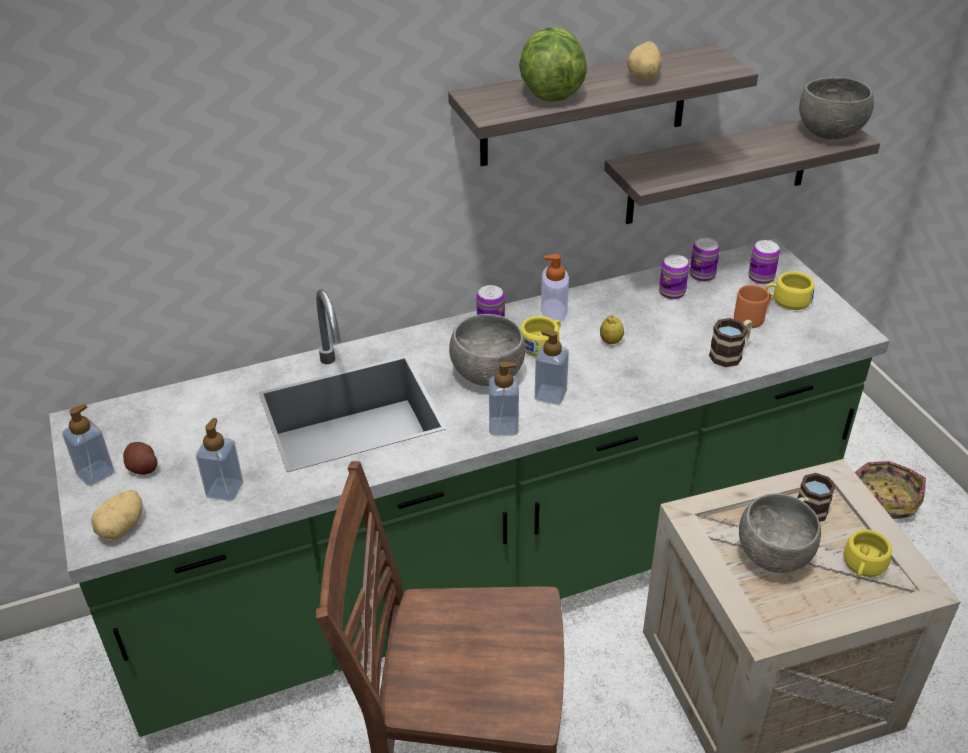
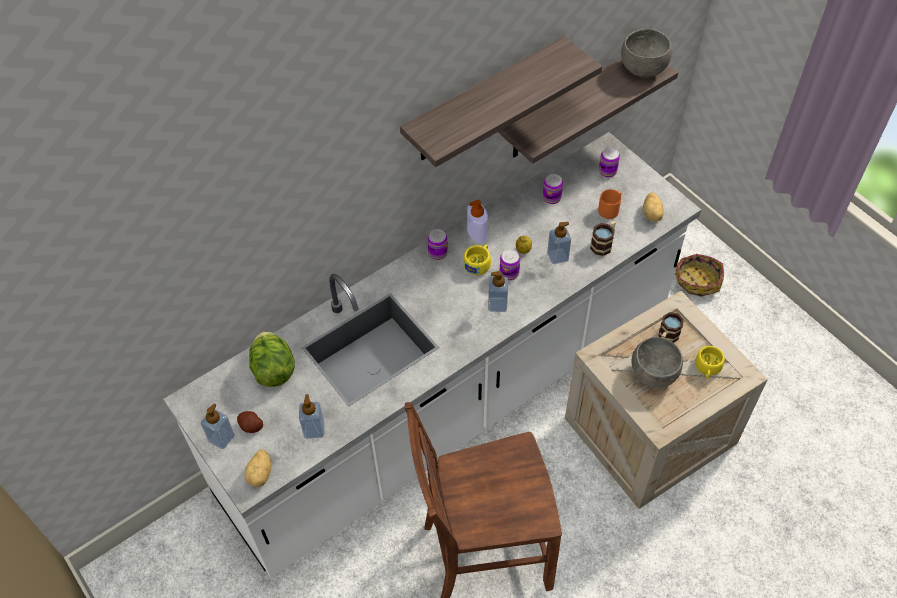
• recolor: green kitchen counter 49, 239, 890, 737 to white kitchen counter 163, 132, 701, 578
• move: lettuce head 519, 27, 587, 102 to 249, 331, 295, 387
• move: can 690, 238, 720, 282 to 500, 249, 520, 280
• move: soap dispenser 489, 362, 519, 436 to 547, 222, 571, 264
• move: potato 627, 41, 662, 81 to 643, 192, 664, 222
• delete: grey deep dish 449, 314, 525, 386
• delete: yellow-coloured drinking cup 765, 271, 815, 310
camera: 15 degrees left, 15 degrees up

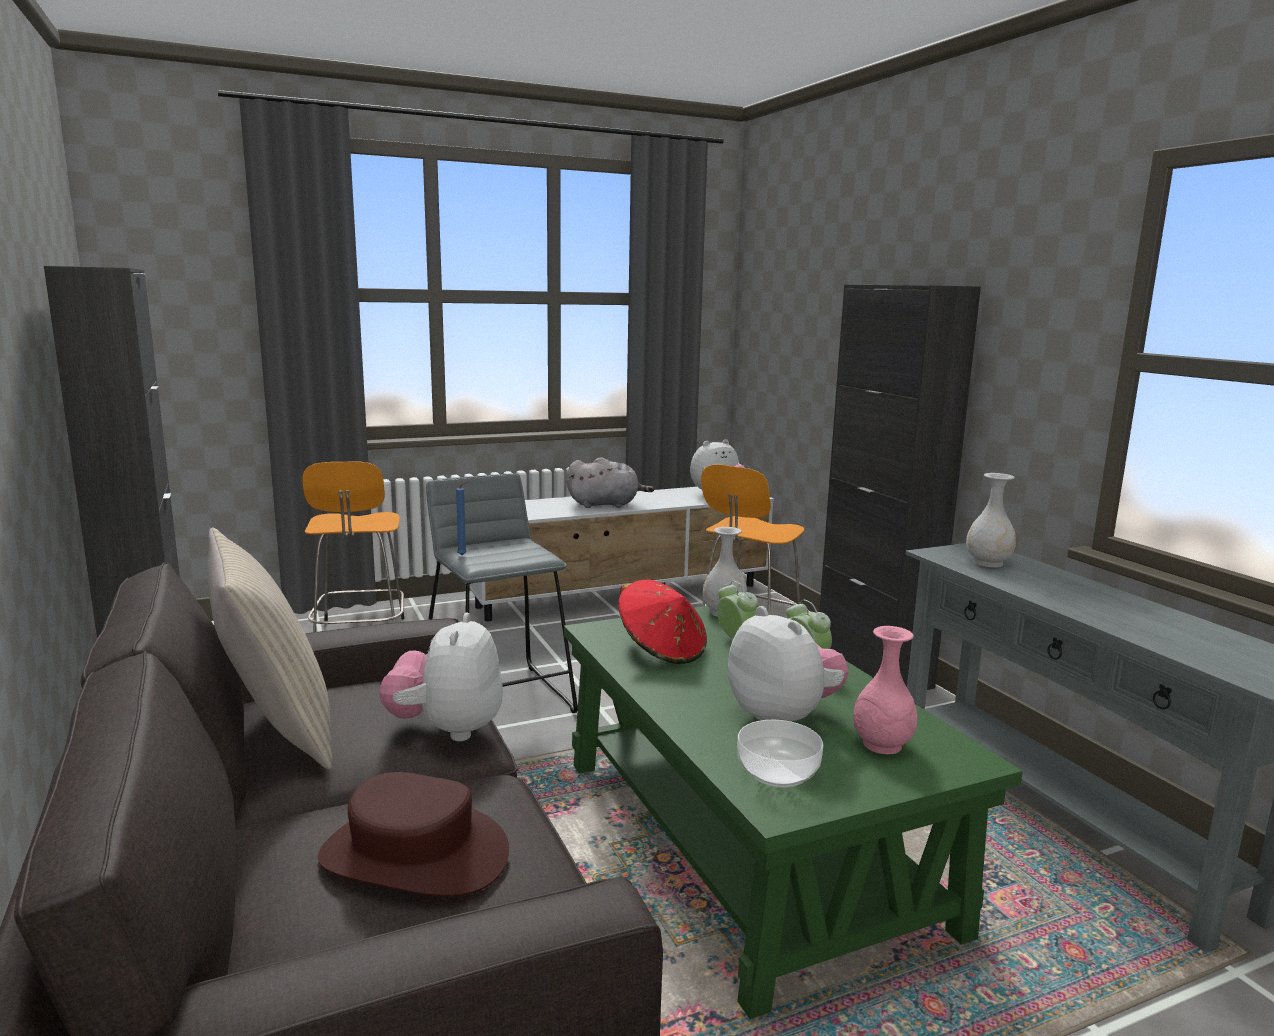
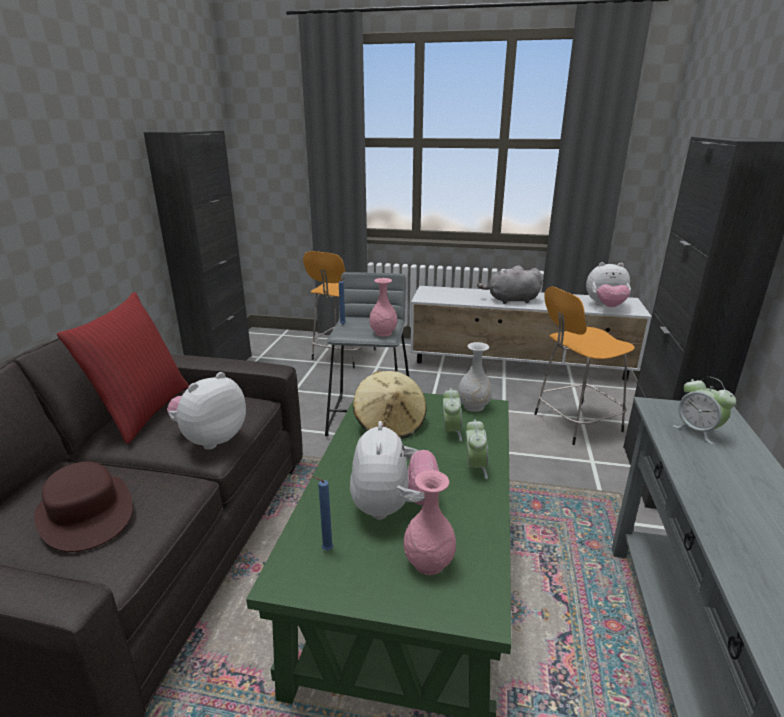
• recolor: sand-coloured cushion 207, 527, 333, 770 to red-coloured cushion 57, 292, 189, 444
• replace: deep dish 738, 720, 823, 788 to blue-coloured wax light 313, 476, 333, 550
• recolor: red-coloured clothing hat 618, 580, 707, 664 to sand-coloured clothing hat 353, 371, 427, 439
• insert: pink decorative vase 369, 278, 398, 336
• rotate: grey plush toy 566, 457, 654, 508 = 477, 265, 543, 304 150 degrees clockwise
• replace: white decorative vase 966, 473, 1016, 568 to bedside clock 673, 377, 736, 444
camera: 35 degrees right, 10 degrees up

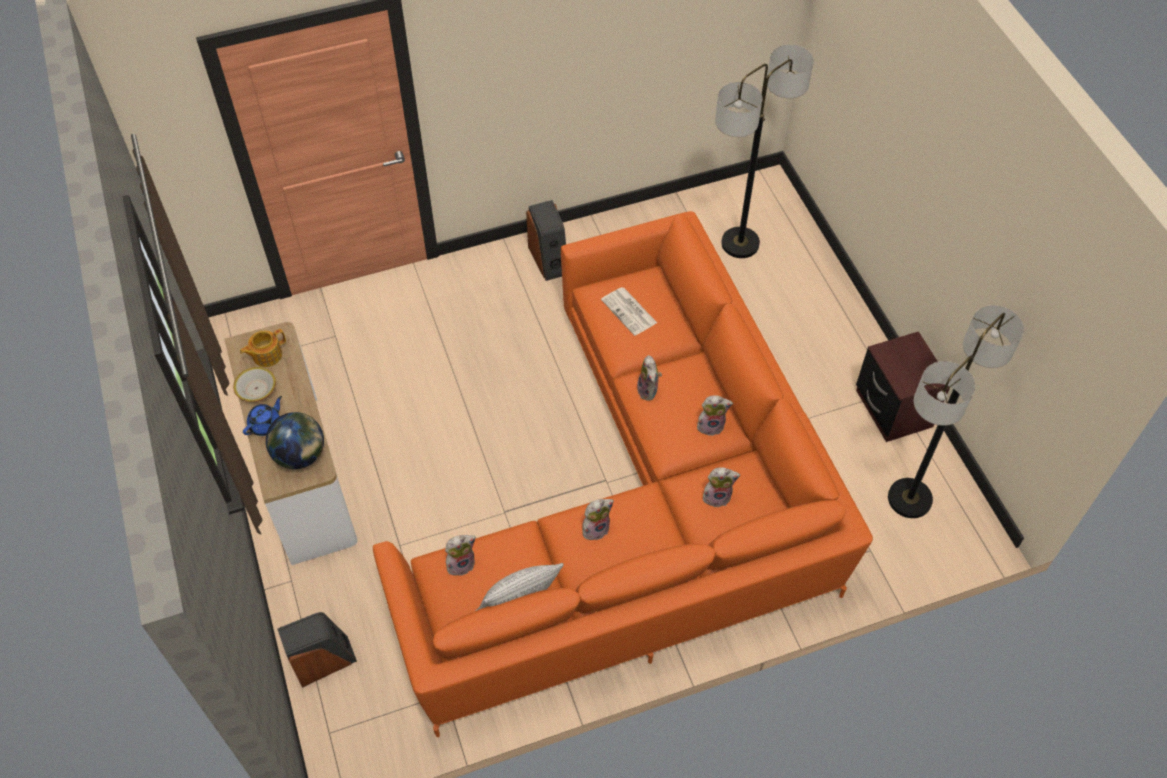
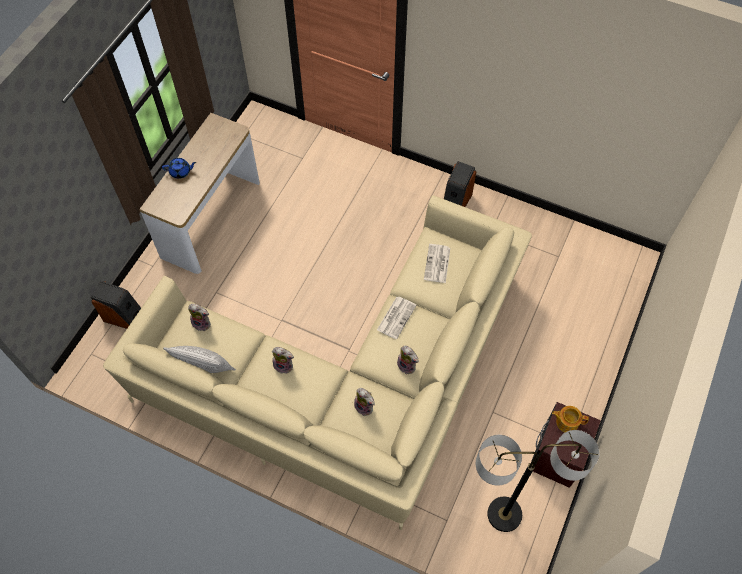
• recolor: orangey settee 373, 211, 873, 737 to sand-coloured settee 103, 195, 532, 530
• replace: plush toy 637, 355, 662, 401 to daily paper 377, 297, 417, 339
• move: pot for tea 240, 329, 286, 367 to 552, 406, 589, 432
• delete: deep dish 233, 367, 276, 402
• delete: globe 266, 412, 324, 469
• delete: floor lamp 715, 45, 814, 258
camera: 45 degrees right, 5 degrees up

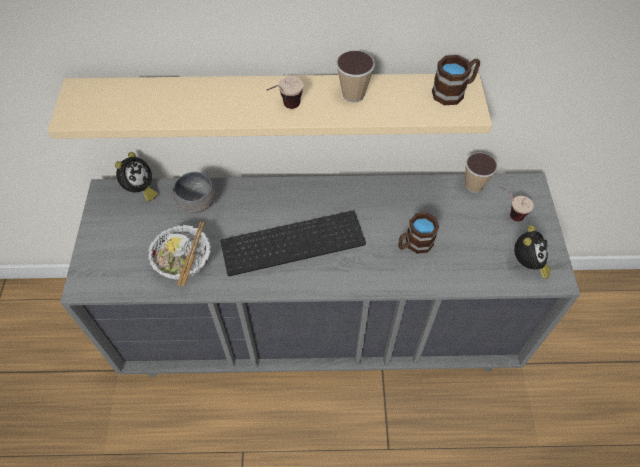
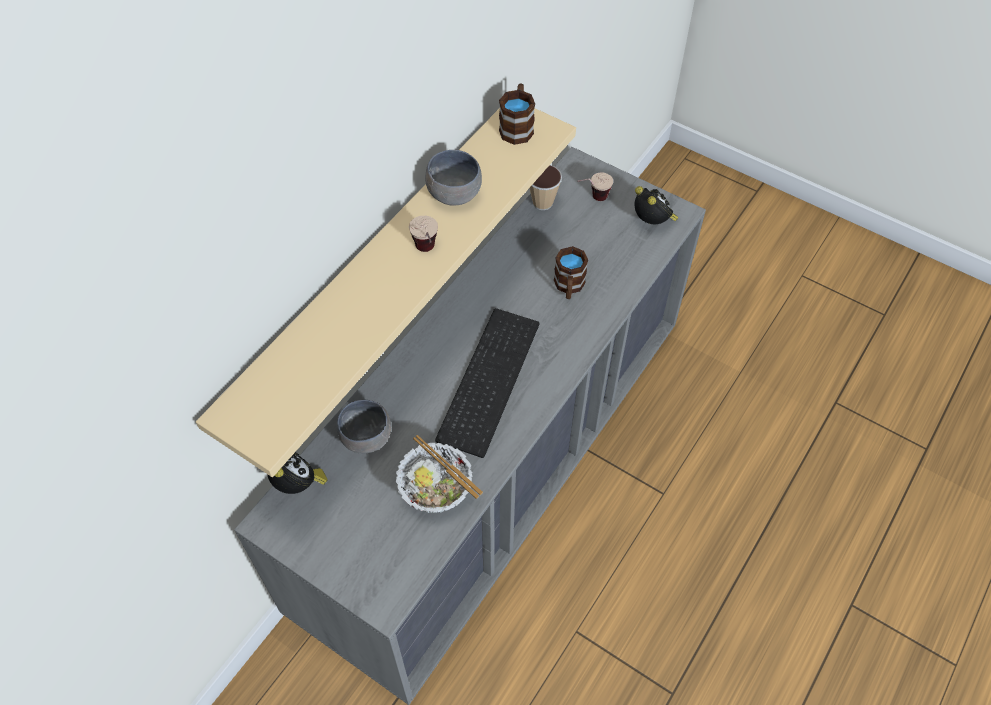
• replace: drinking cup 336, 51, 375, 102 to grey deep dish 425, 150, 482, 206
camera: 55 degrees left, 0 degrees up

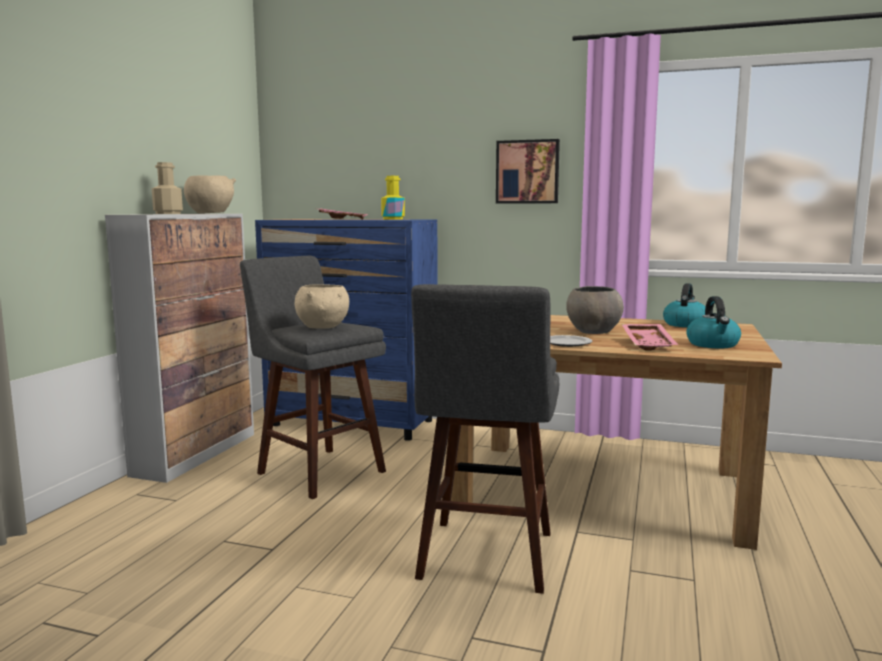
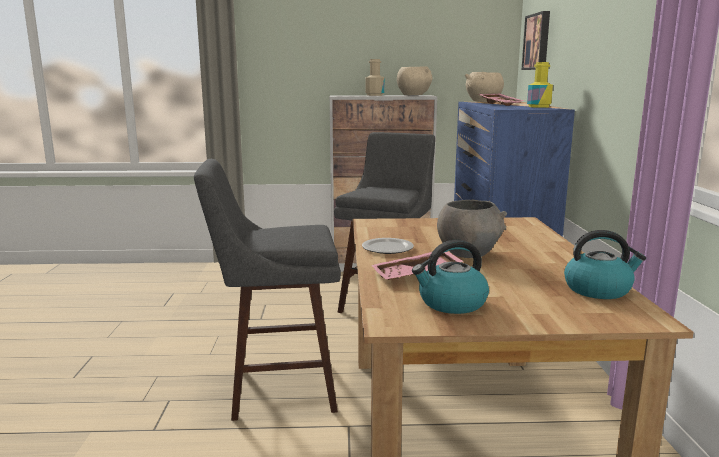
• move: sand-coloured deep dish 294, 284, 349, 329 to 465, 72, 504, 102
• move: wall picture 496, 139, 560, 204 to 522, 11, 550, 70
camera: 70 degrees right, 5 degrees up

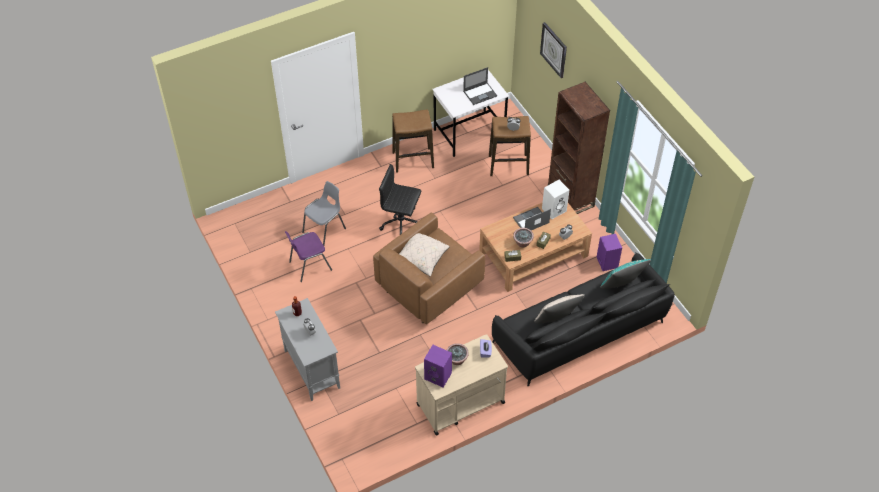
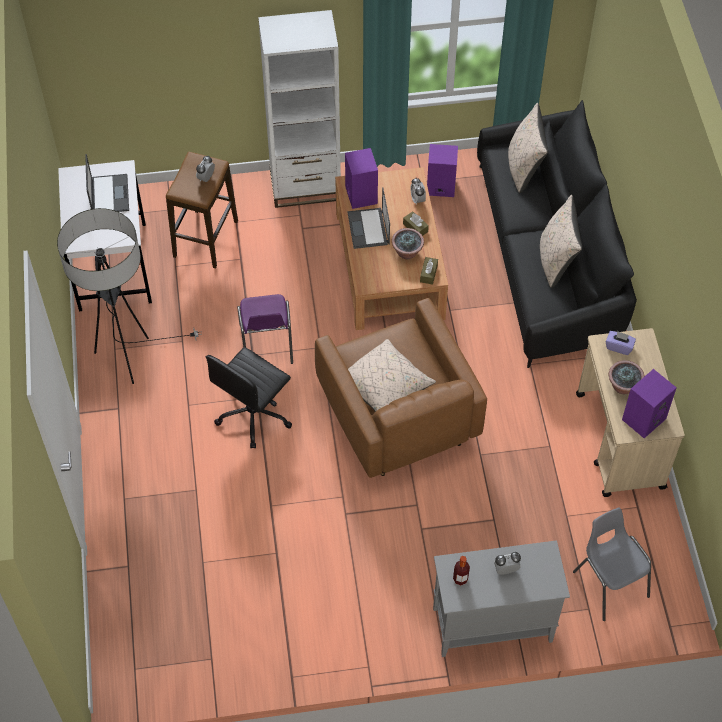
• replace: stool seat 392, 109, 434, 173 to floor lamp 57, 208, 201, 384
• move: purplish chair 285, 231, 332, 282 to 237, 294, 293, 364
• recolor: brown bookcase 548, 82, 610, 214 to white bookcase 258, 10, 341, 208
• recolor: white audio speaker 542, 180, 569, 219 to purplish audio speaker 345, 148, 378, 209
• recolor: turquoise-coloured cushion 600, 259, 651, 289 to sand-coloured cushion 508, 103, 548, 193
• move: grey chair 302, 181, 346, 245 to 573, 507, 651, 621
• delete: wall clock 540, 22, 567, 78
camera: 70 degrees left, 5 degrees up

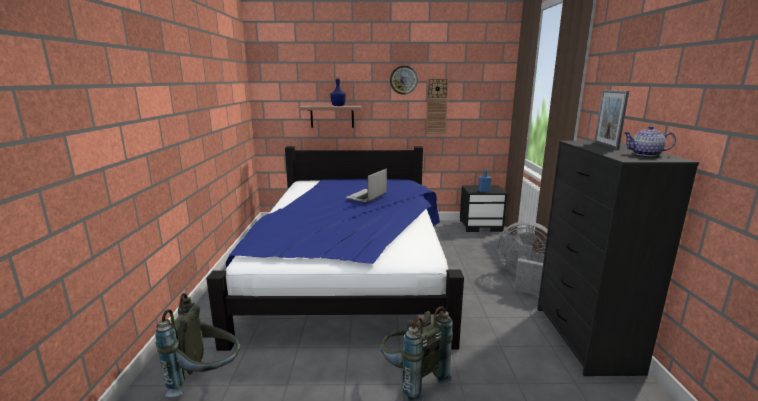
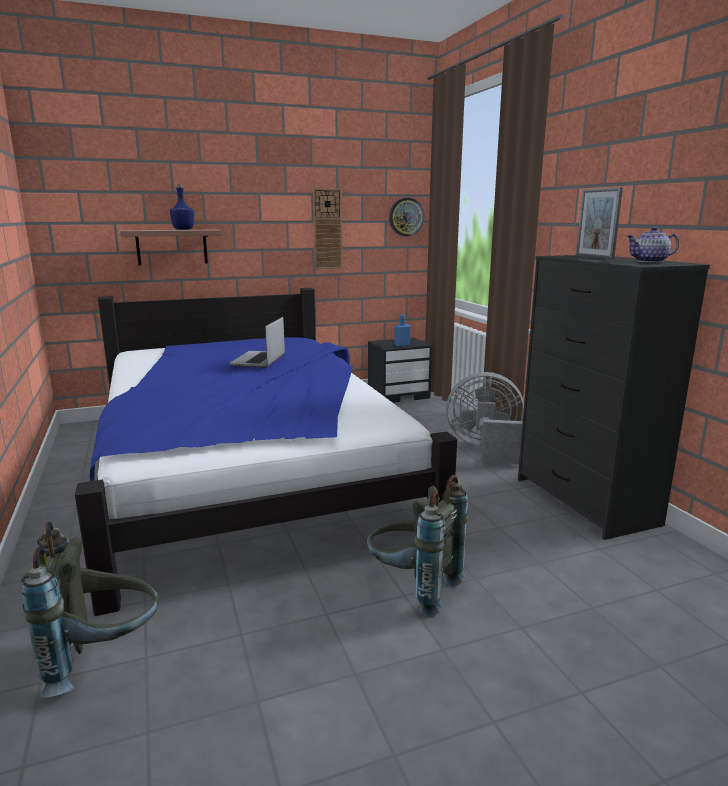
• move: wall clock 390, 66, 418, 95 to 389, 198, 424, 236
camera: 20 degrees left, 0 degrees up

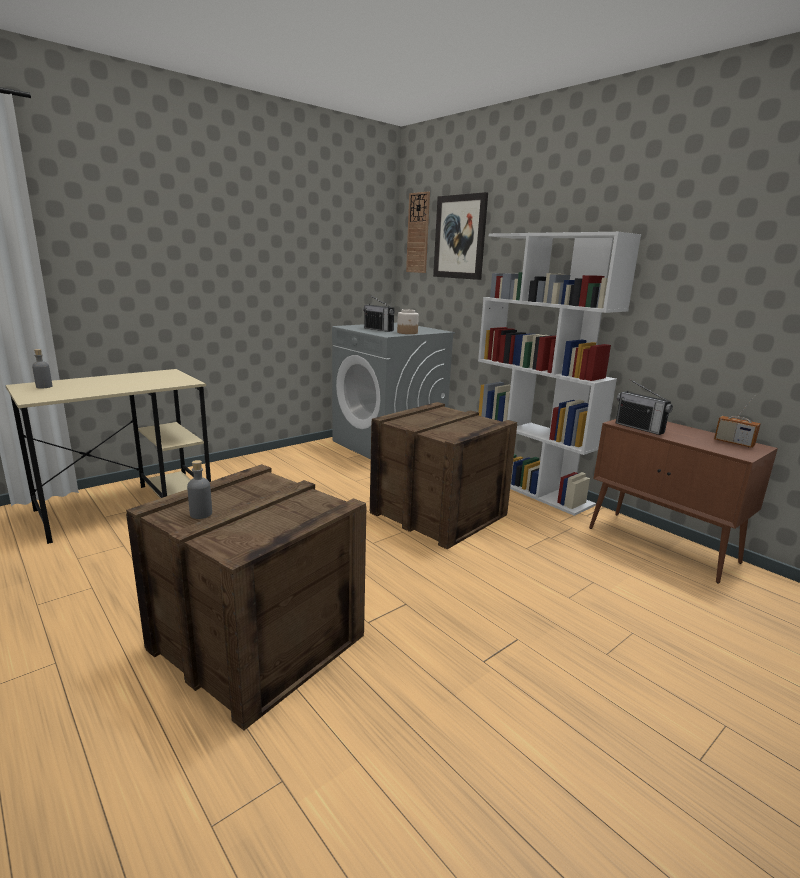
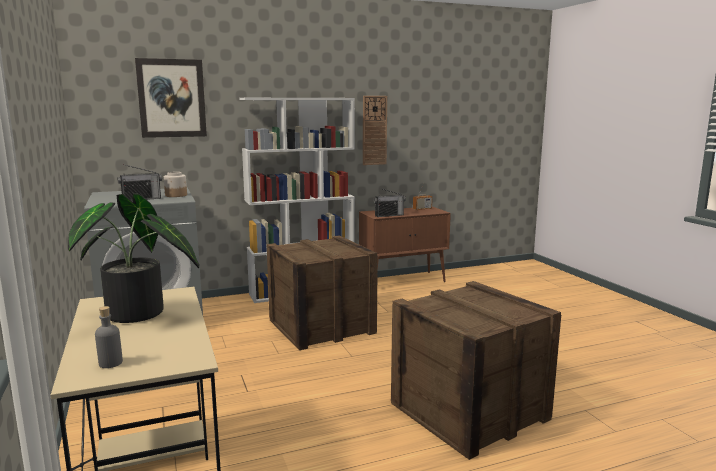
• insert: potted plant 68, 194, 199, 323
• move: wall clock 406, 191, 430, 273 to 363, 96, 387, 165
• delete: grey beverage bottle 187, 460, 212, 519
camera: 70 degrees left, 5 degrees down

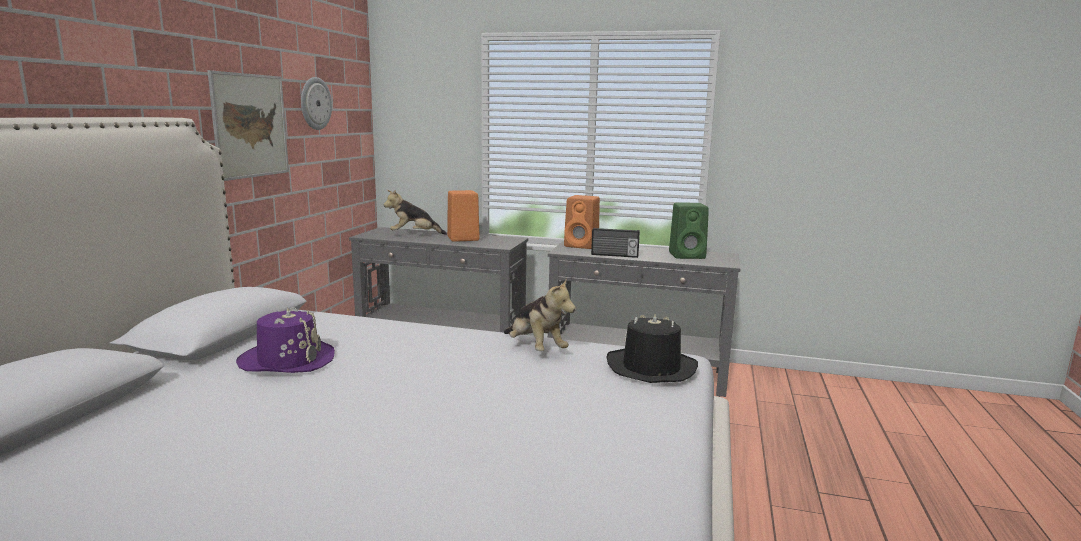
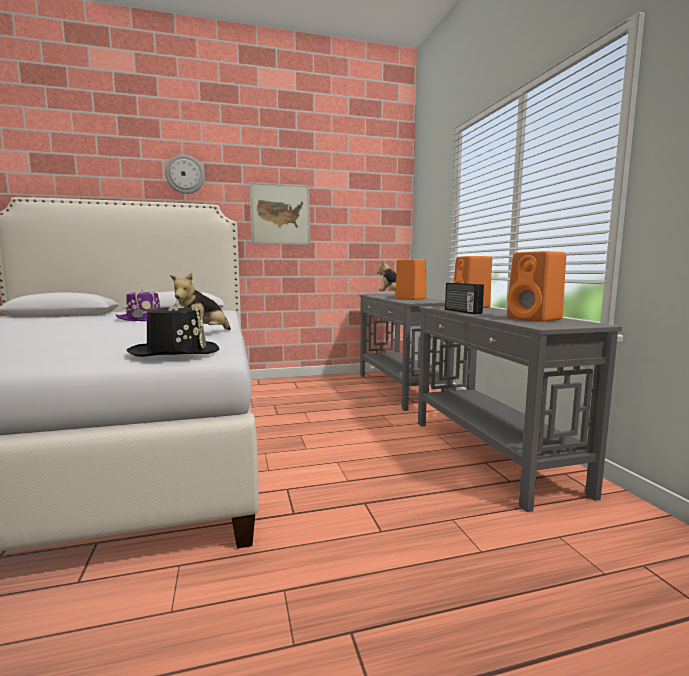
• move: wall clock 301, 77, 332, 130 to 165, 155, 205, 194
• recolor: green audio speaker 669, 202, 709, 259 to orangey audio speaker 507, 251, 566, 322
camera: 60 degrees right, 5 degrees down

